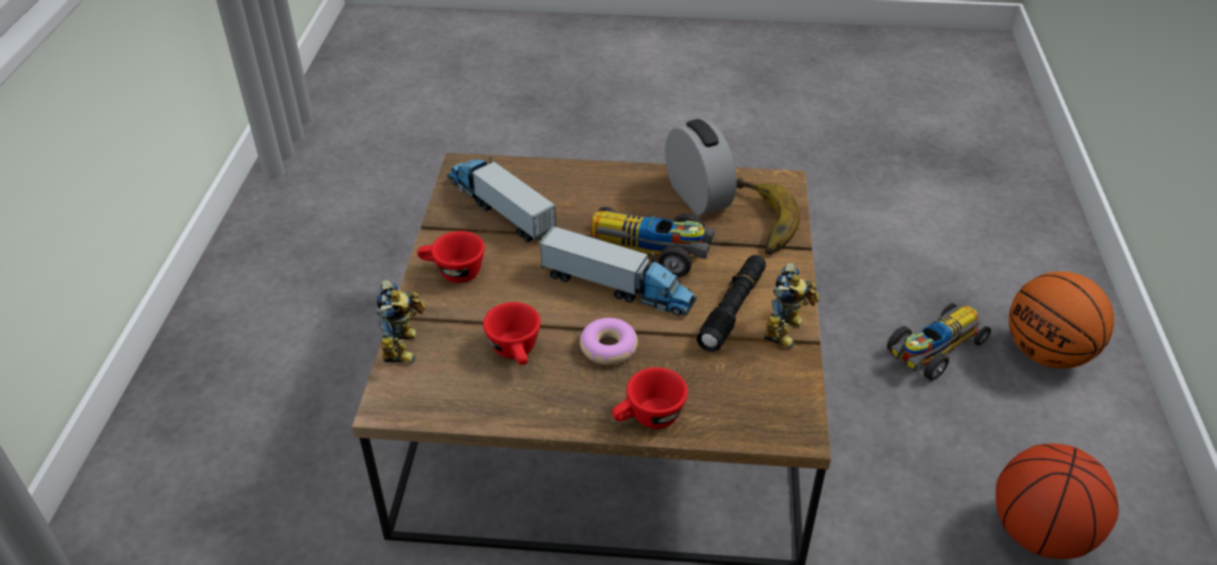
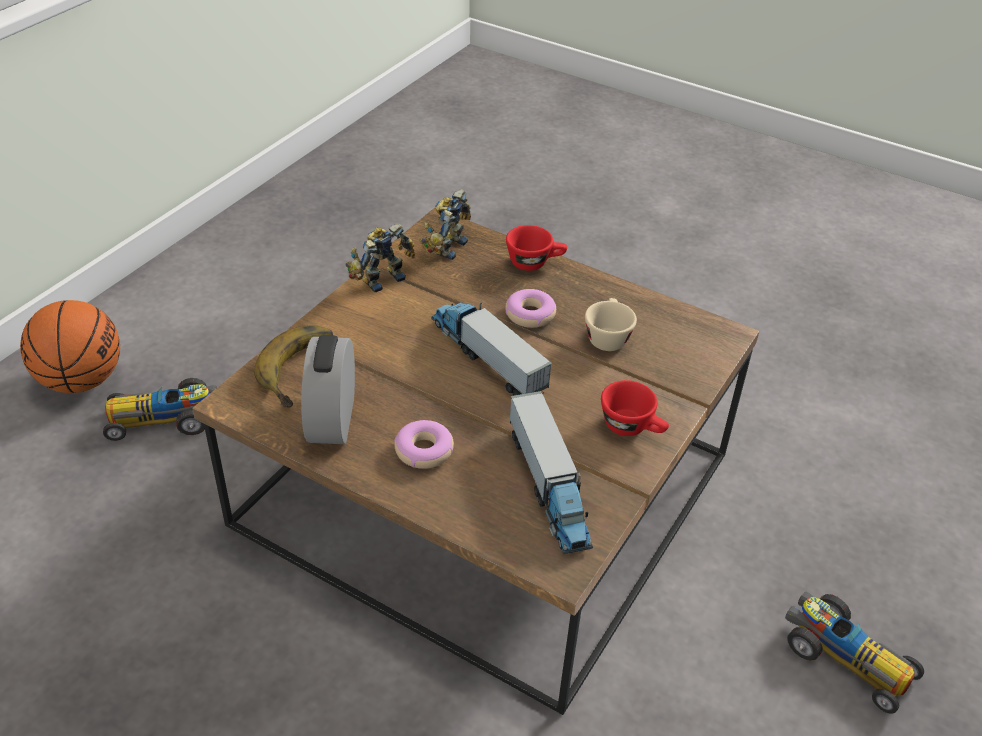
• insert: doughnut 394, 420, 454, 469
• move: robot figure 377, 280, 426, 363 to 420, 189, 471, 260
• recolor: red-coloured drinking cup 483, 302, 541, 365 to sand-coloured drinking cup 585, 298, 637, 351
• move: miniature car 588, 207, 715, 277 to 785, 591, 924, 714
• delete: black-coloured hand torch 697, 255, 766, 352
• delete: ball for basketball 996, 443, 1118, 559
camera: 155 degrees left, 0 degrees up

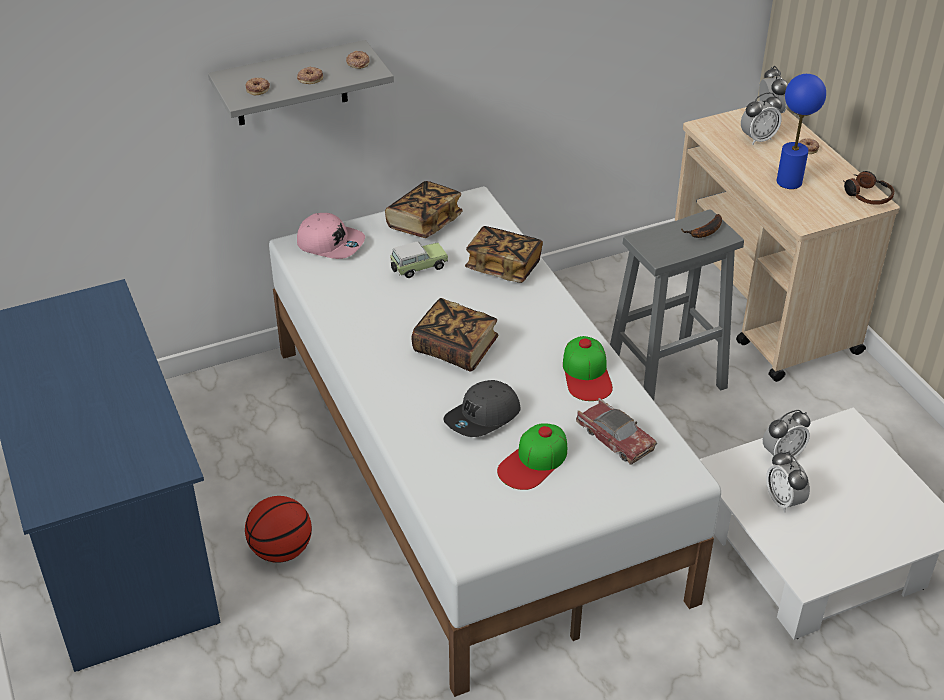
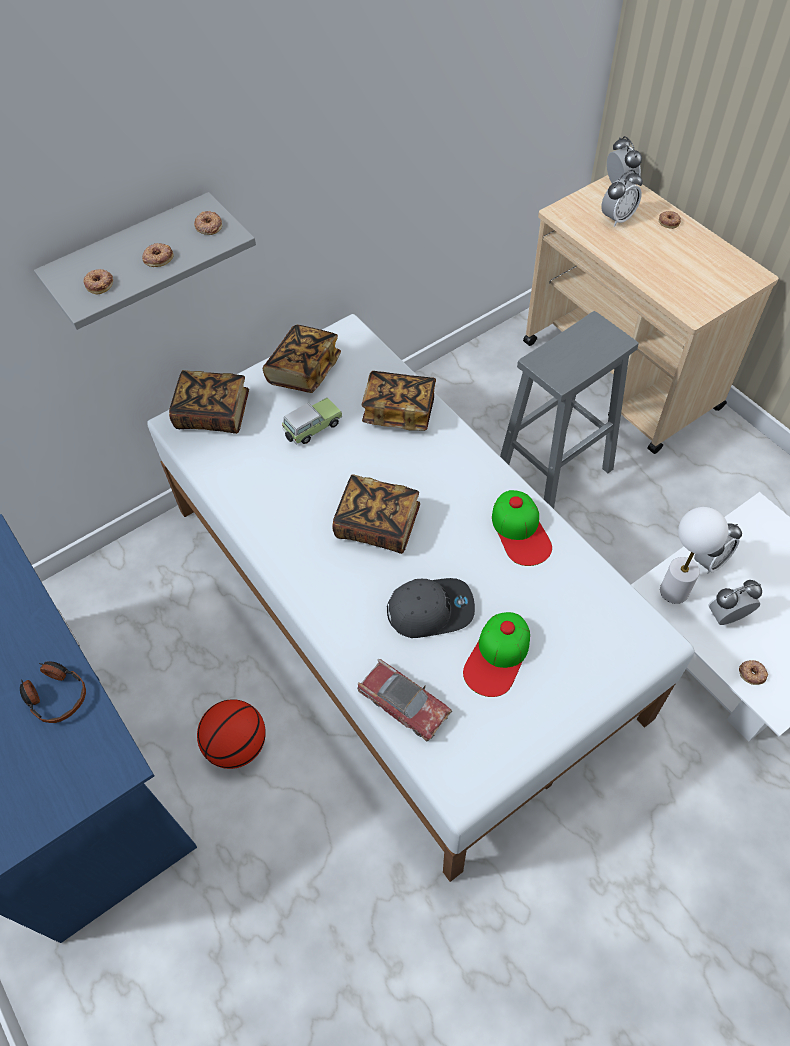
• move: headset 843, 171, 894, 205 to 20, 661, 86, 723
• replace: pink baseball cap 297, 213, 365, 259 to book 169, 370, 249, 434
• move: miniature car 576, 398, 657, 465 to 357, 659, 452, 742
• rotate: grey baseball cap 443, 380, 521, 437 = 387, 578, 475, 638 135 degrees counterclockwise
• insert: white tabletop lamp 660, 507, 729, 604
• rotate: bedside clock 766, 451, 810, 513 = 709, 580, 762, 625 105 degrees clockwise
• insert: doughnut 739, 660, 768, 685
• delete: whole banana 681, 214, 722, 238
• delete: blue-coloured tabletop lamp 777, 74, 826, 189
camera: 10 degrees left, 15 degrees up

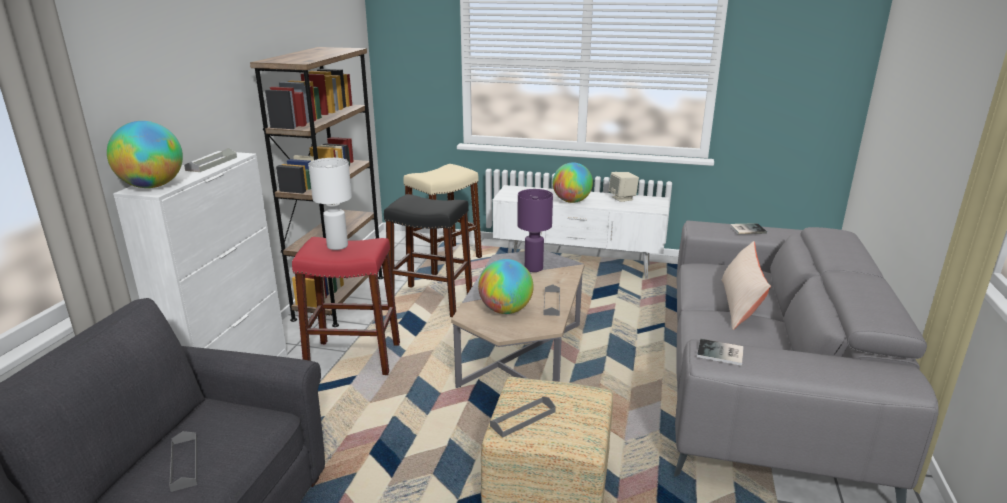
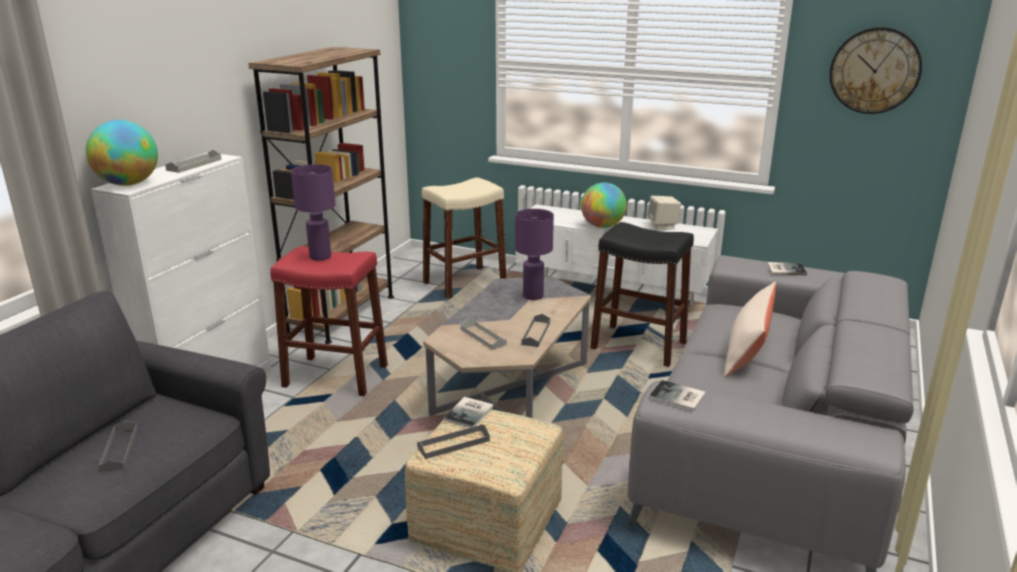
• recolor: white tabletop lamp 308, 158, 352, 250 to purplish tabletop lamp 291, 164, 336, 261
• insert: book 443, 397, 493, 428
• replace: globe 478, 259, 534, 314 to grey tray 461, 319, 507, 350
• move: black-coloured stool seat 384, 194, 472, 317 to 591, 222, 694, 367
• insert: wall clock 829, 27, 922, 114
camera: 10 degrees right, 0 degrees up

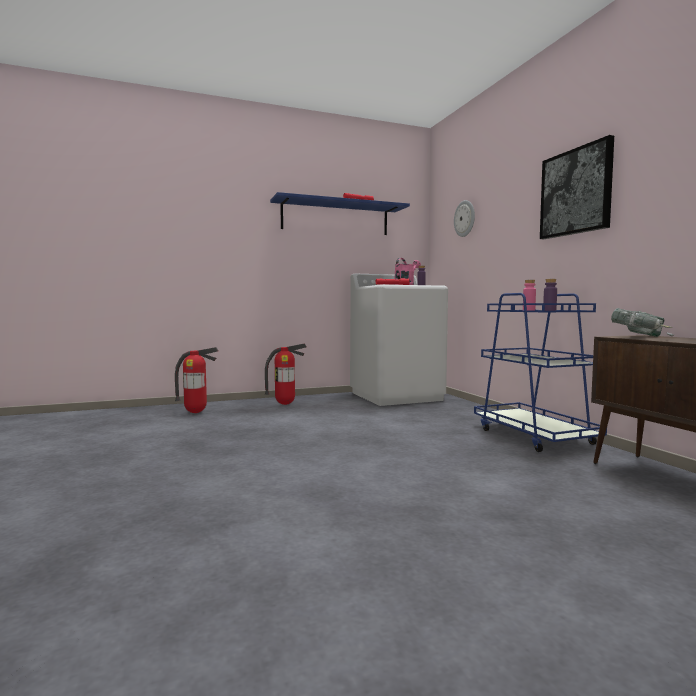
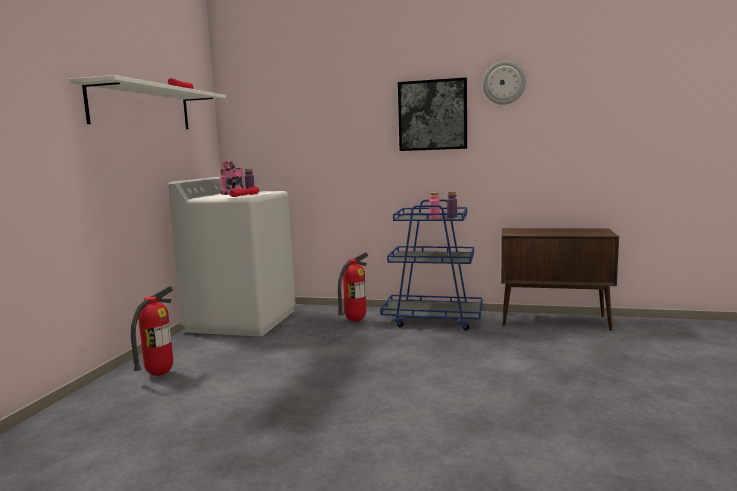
• recolor: blue-coloured wall shelf 270, 192, 410, 235 to white wall shelf 69, 75, 226, 129
• move: fire extinguisher 175, 347, 218, 413 to 338, 252, 368, 322
• move: wall clock 454, 200, 475, 237 to 483, 61, 526, 105
• delete: drill 611, 308, 674, 337
camera: 55 degrees left, 5 degrees up

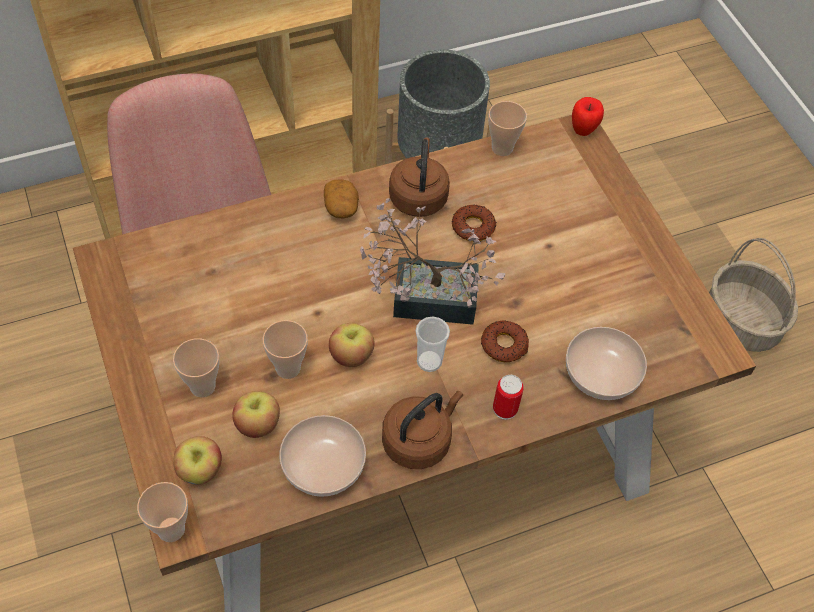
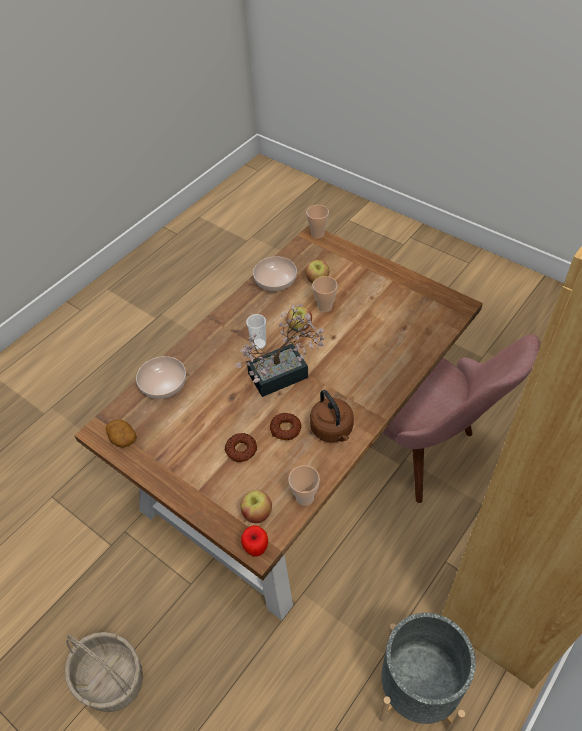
• move: potato 324, 179, 359, 219 to 106, 419, 137, 448
• move: doughnut 481, 320, 529, 362 to 225, 433, 257, 462
• move: apple 173, 436, 222, 485 to 241, 490, 272, 523
• delete: drinking cup 173, 338, 219, 397
• delete: brown tea kettle 382, 391, 463, 469
• delete: can 493, 375, 524, 420
camera: 155 degrees right, 5 degrees down

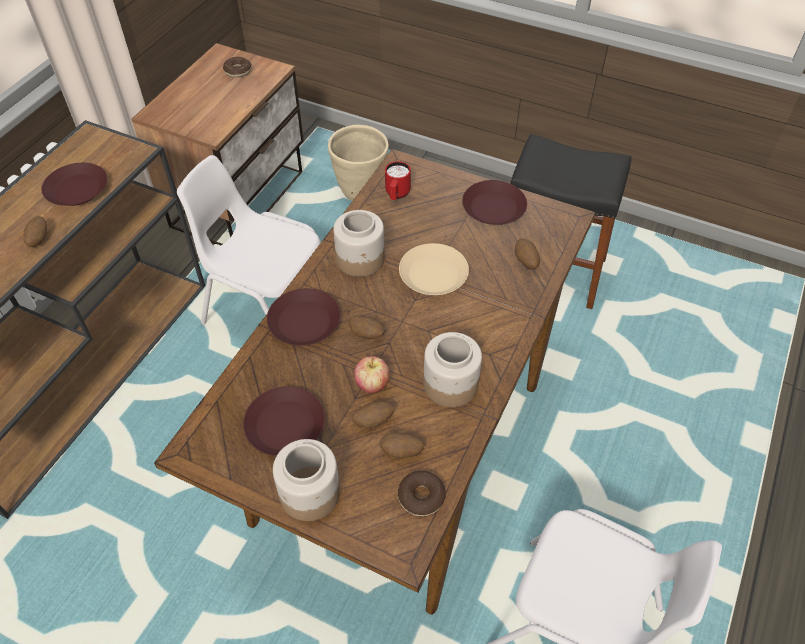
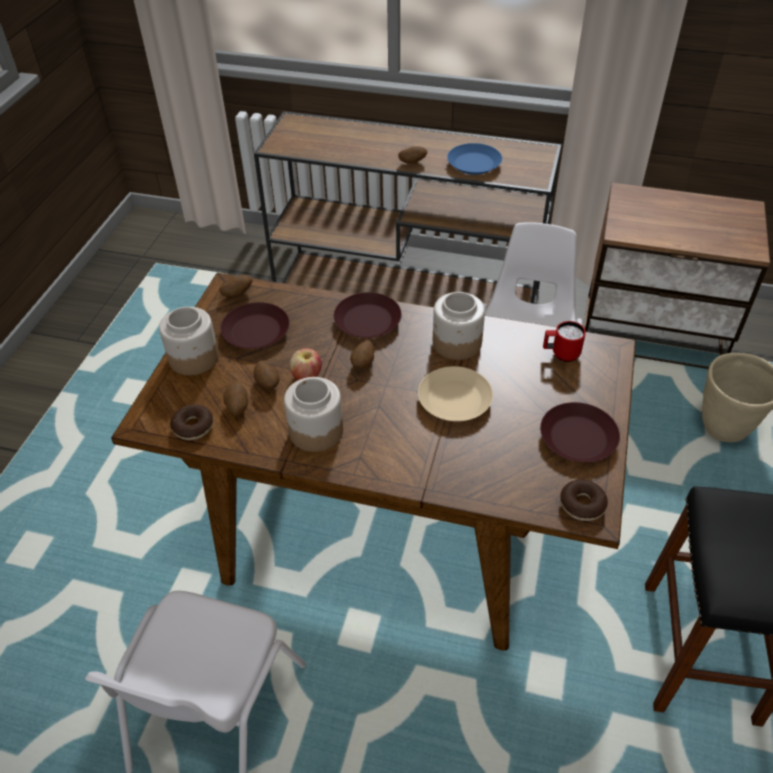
• move: potato 515, 239, 540, 269 to 219, 275, 252, 297
• recolor: brown flat dish 42, 163, 107, 206 to blue-coloured flat dish 447, 143, 502, 175
• move: doughnut 223, 57, 251, 78 to 560, 480, 608, 521
camera: 80 degrees right, 5 degrees down

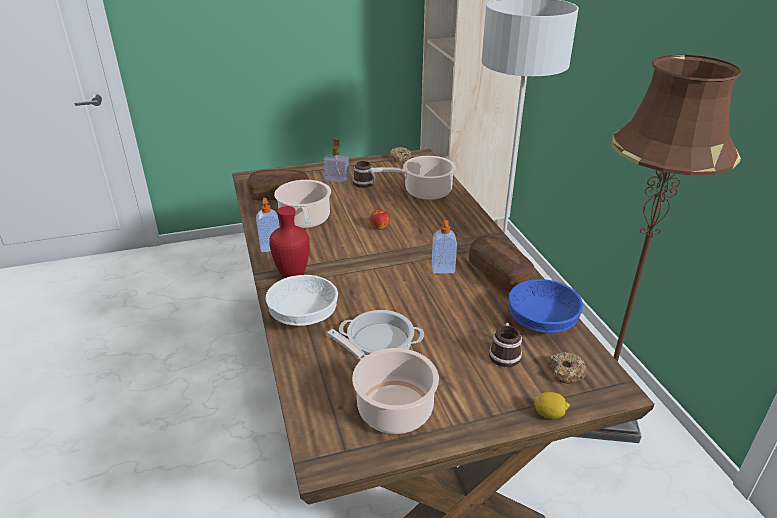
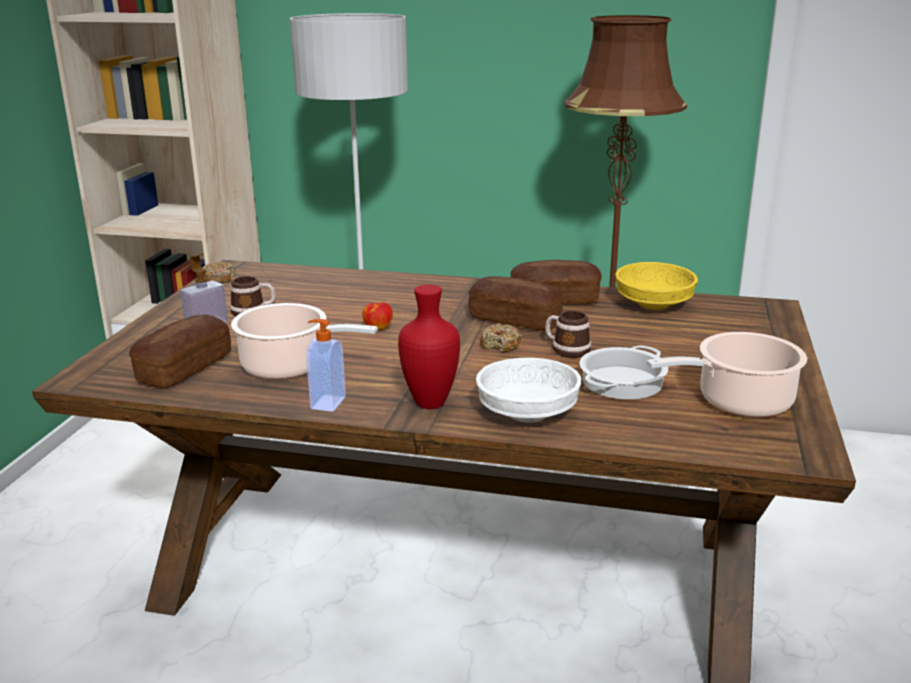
• replace: soap dispenser 432, 220, 457, 274 to bakery bread 469, 276, 563, 331
• move: doughnut 549, 352, 587, 384 to 480, 324, 522, 352
• move: coffee mug 489, 323, 522, 367 to 545, 311, 591, 358
• recolor: blue-coloured deep dish 508, 279, 583, 333 to yellow-coloured deep dish 615, 262, 698, 310
• delete: cooking pot 371, 156, 456, 200
• delete: citrus fruit 534, 392, 570, 419
camera: 60 degrees left, 10 degrees down

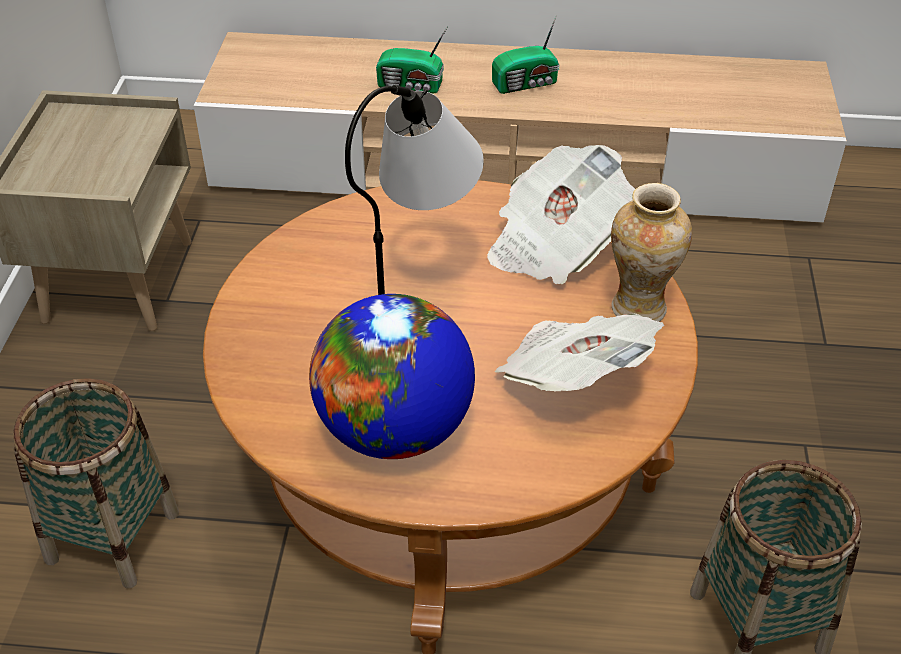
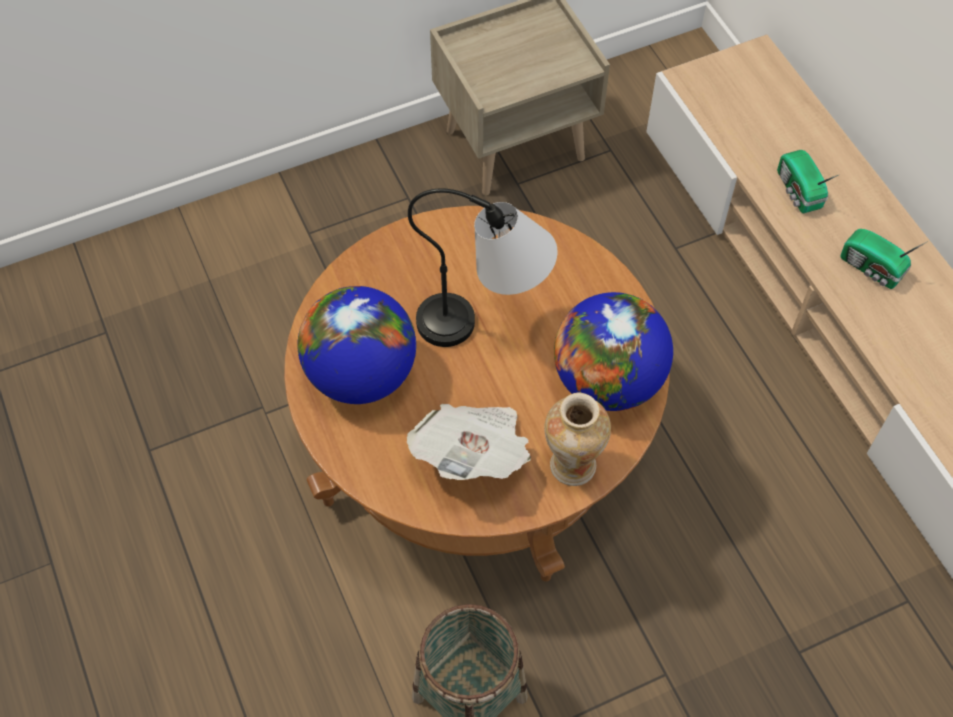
• replace: daily paper 487, 145, 635, 284 to globe 554, 292, 673, 411
• delete: storage basket 13, 379, 179, 589
camera: 60 degrees right, 15 degrees up

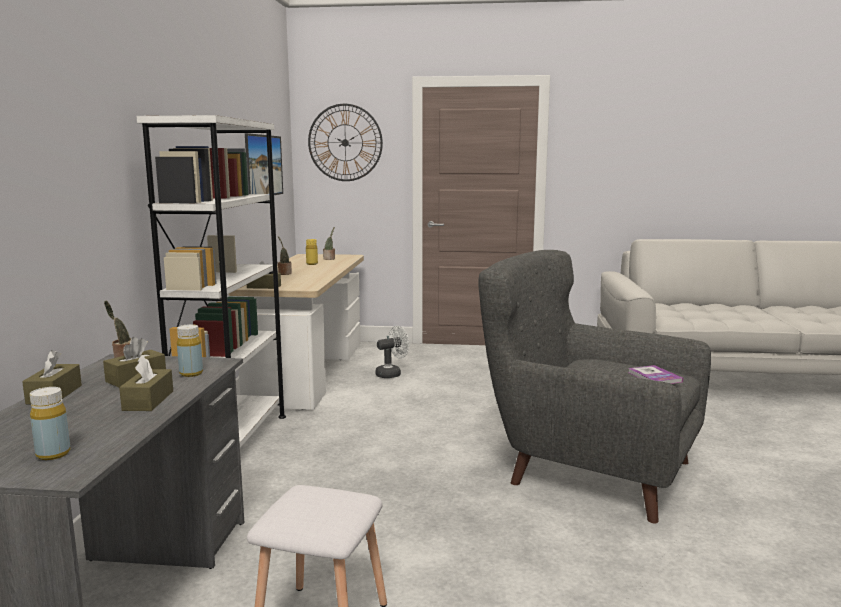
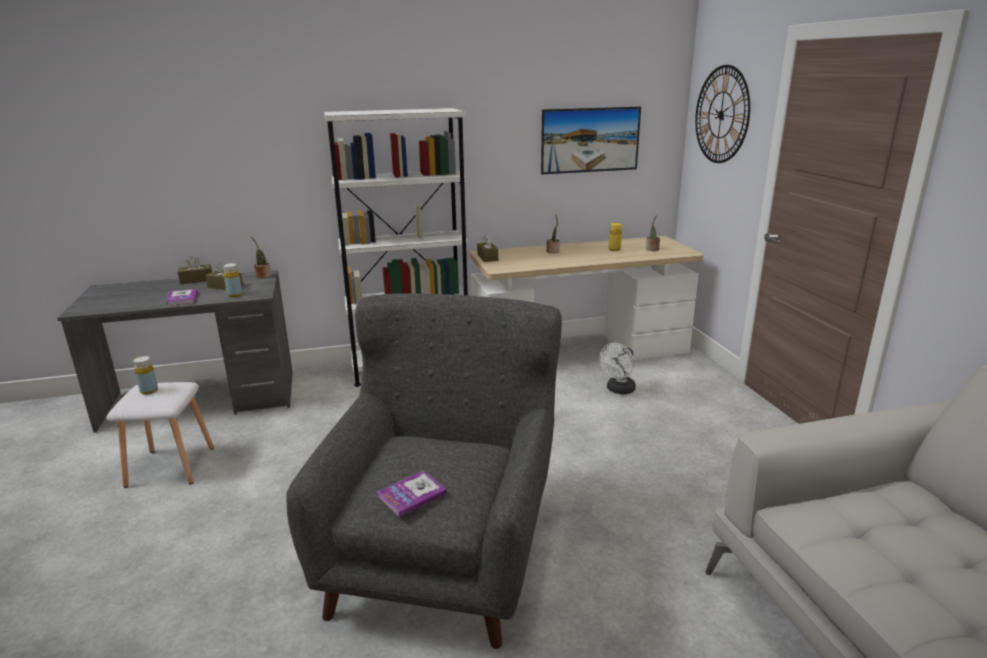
• move: yellow-coloured beverage bottle 30, 387, 70, 460 to 133, 356, 158, 395
• replace: brown tissue holder 119, 355, 173, 411 to book 165, 289, 198, 306
• rotate: white fan 375, 326, 409, 378 = 599, 343, 636, 394 90 degrees clockwise
camera: 70 degrees right, 10 degrees up

